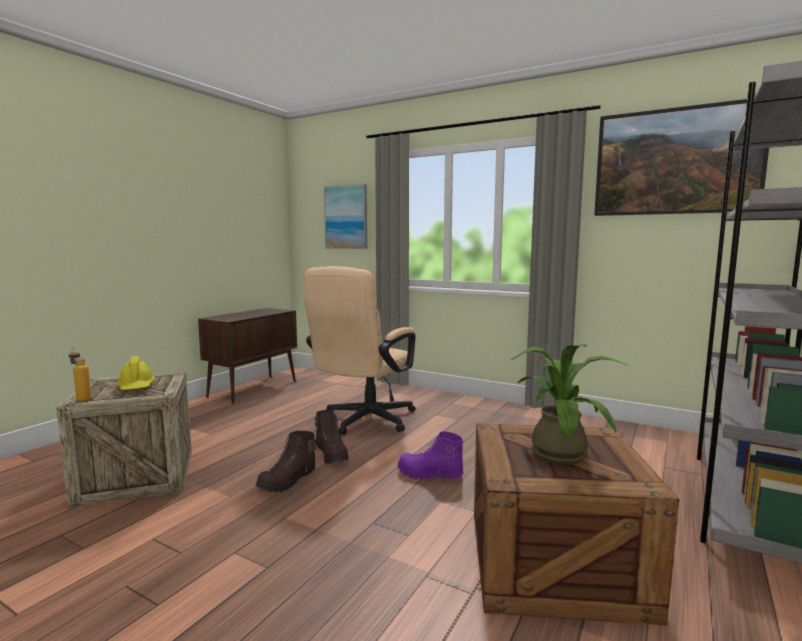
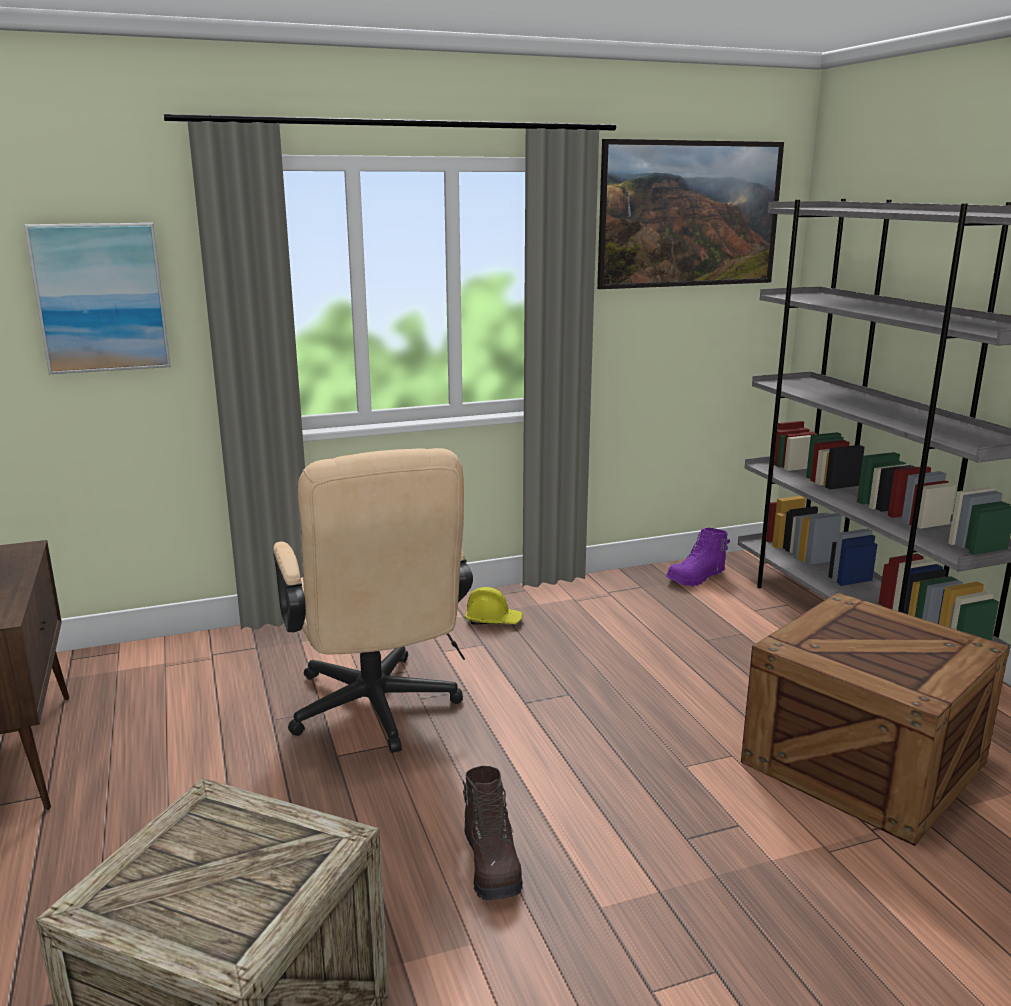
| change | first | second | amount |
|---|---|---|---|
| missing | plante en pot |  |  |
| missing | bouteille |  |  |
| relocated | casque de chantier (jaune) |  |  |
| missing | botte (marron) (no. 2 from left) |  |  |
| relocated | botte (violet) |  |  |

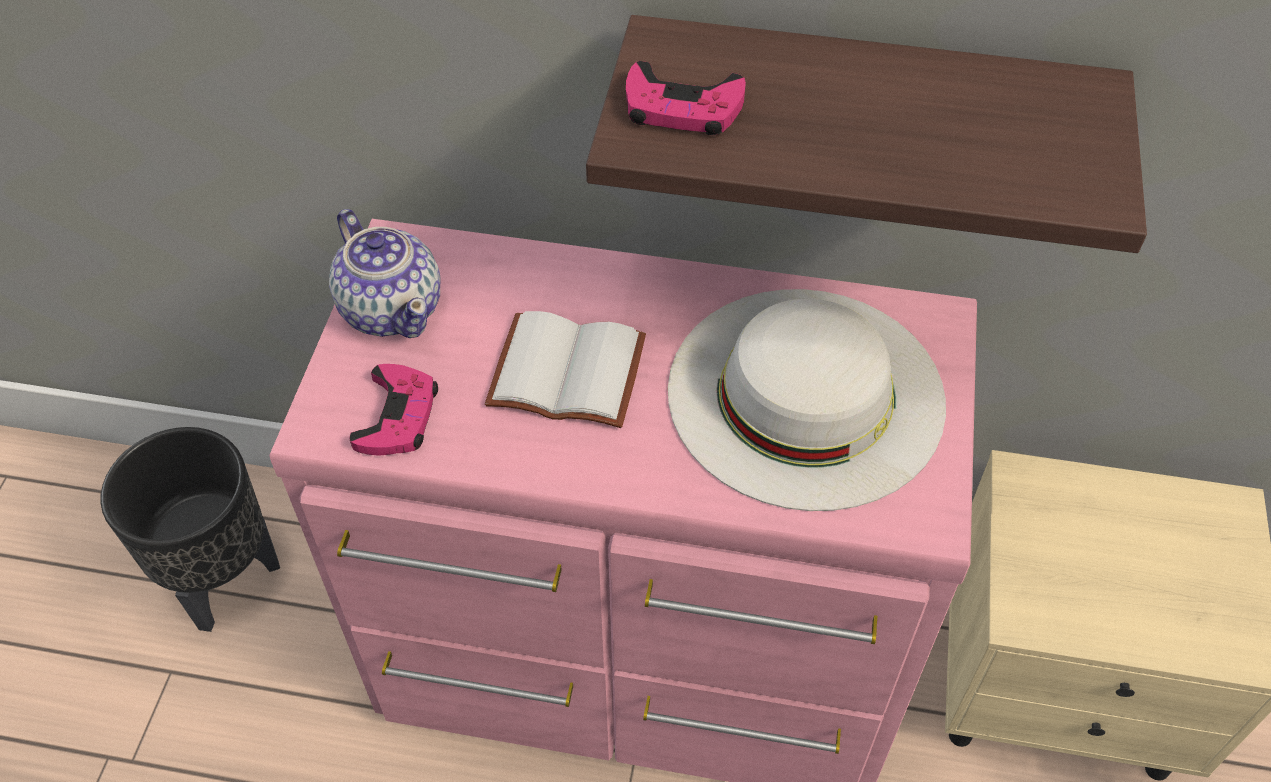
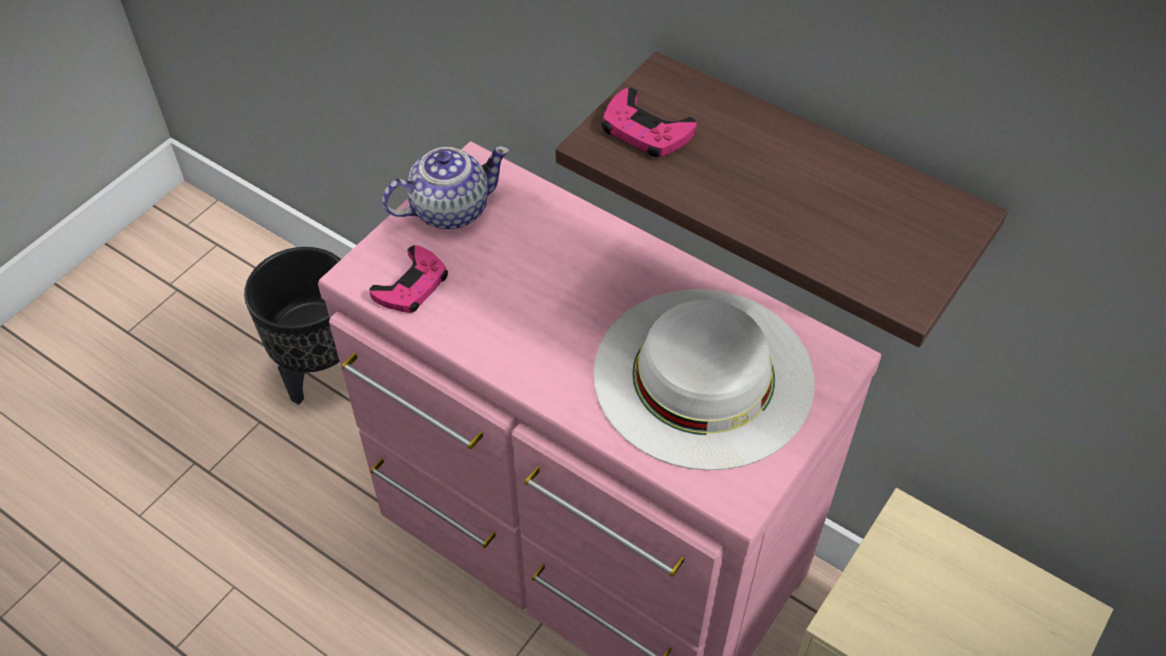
| change | first | second | amount |
|---|---|---|---|
| spun | théière |  | 105 degrees counterclockwise |
| missing | livre (blanc) |  |  |

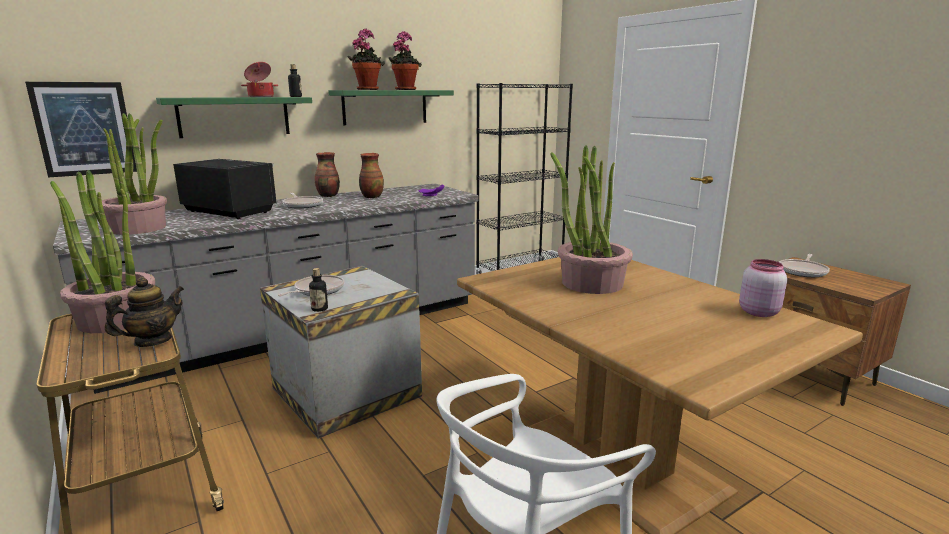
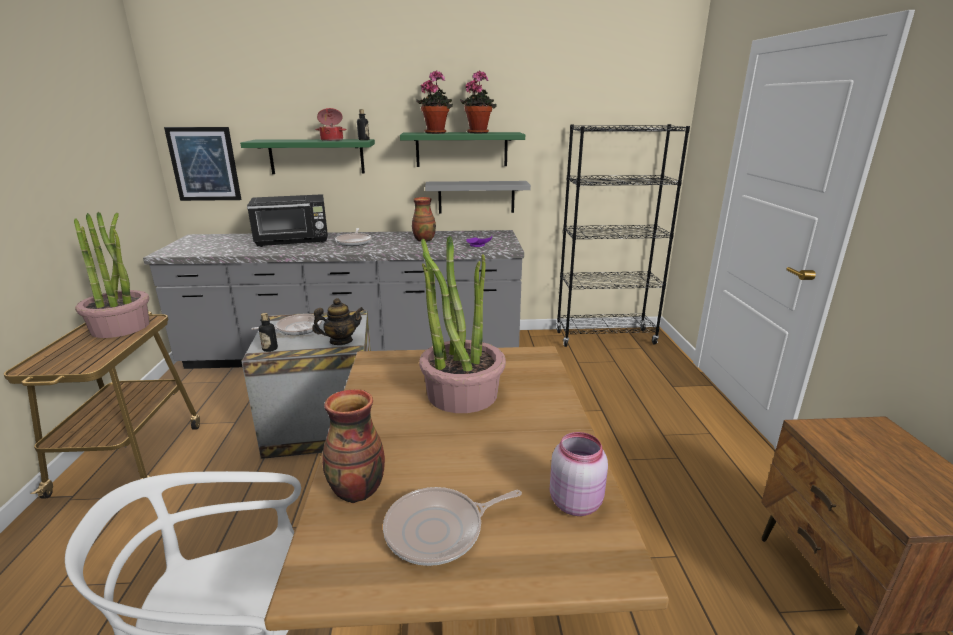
| change | first | second | amount |
|---|---|---|---|
| missing | plante en pot (no. 2 from left) |  |  |
| relocated | vase (no. 1 from left) |  |  |
| spun | micro-ondes (noir) |  | 105 degrees clockwise |
| relocated | poêle (no. 3 from left) |  |  |
| relocated | théière |  |  |
| appeared |  | étagère (gris) |  |

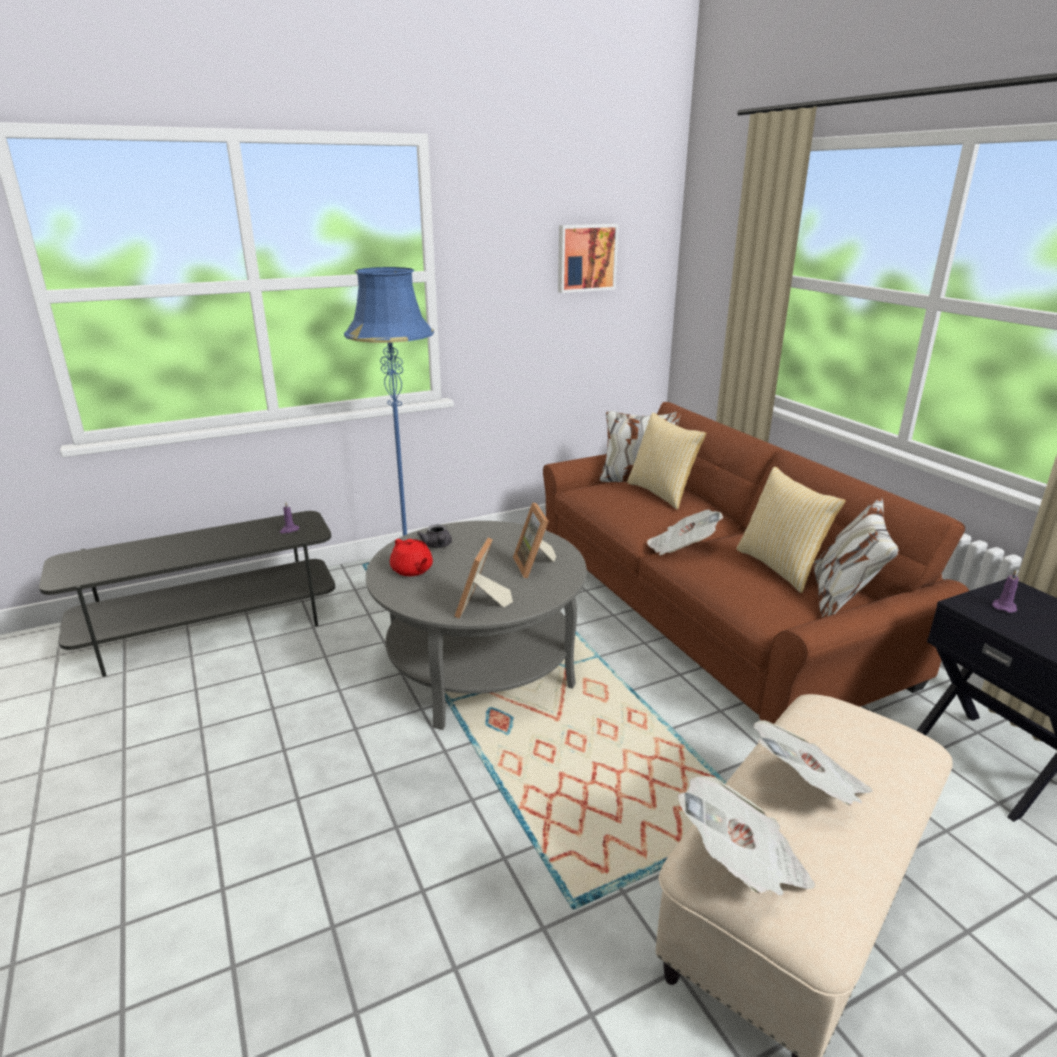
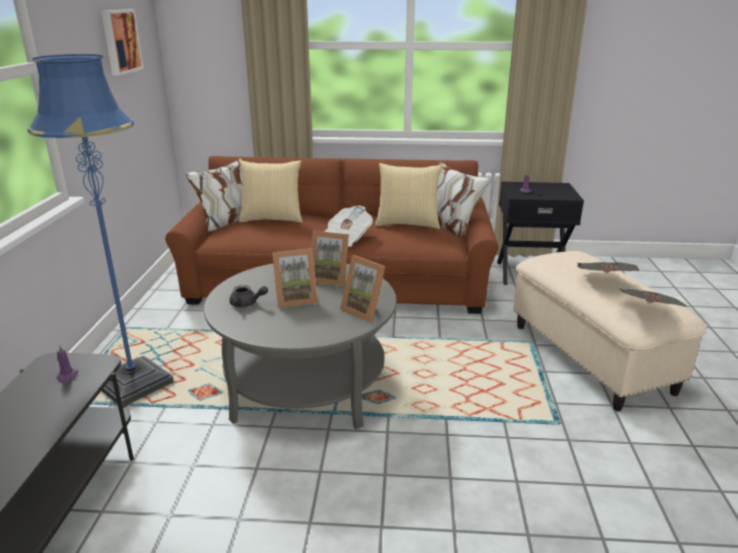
| change | first | second | amount |
|---|---|---|---|
| missing | théière (rouge) |  |  |
| appeared |  | cadre photo (no. 1 from left) |  |

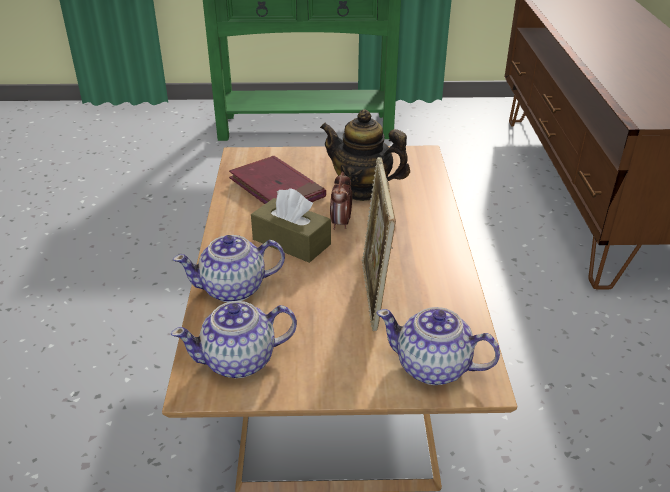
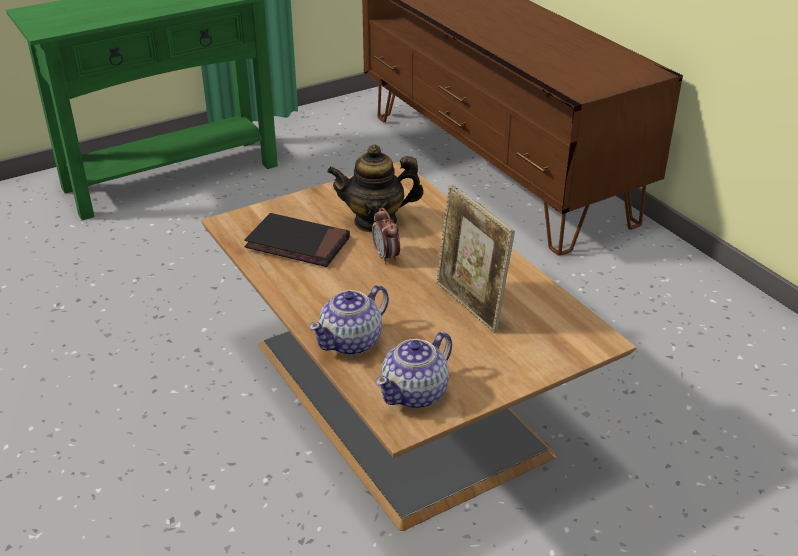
| change | first | second | amount |
|---|---|---|---|
| colour | livre (rouge) | livre (noir) |  |
| missing | boîte à mouchoirs (marron) |  |  |
| missing | théière (no. 4 from left) |  |  |

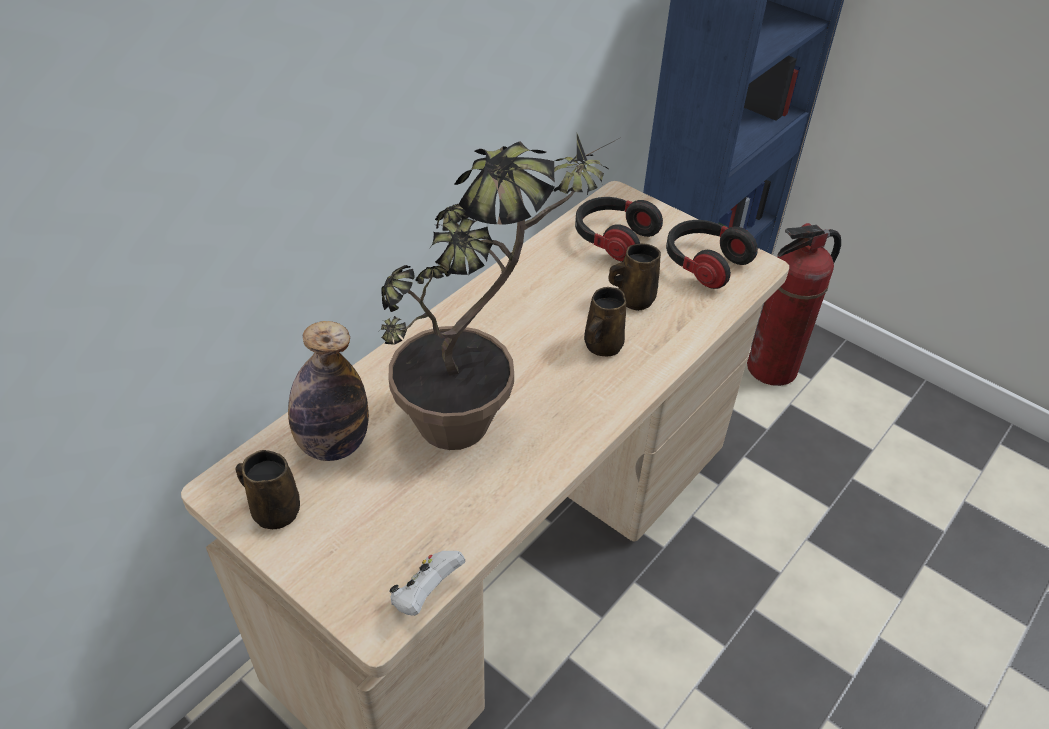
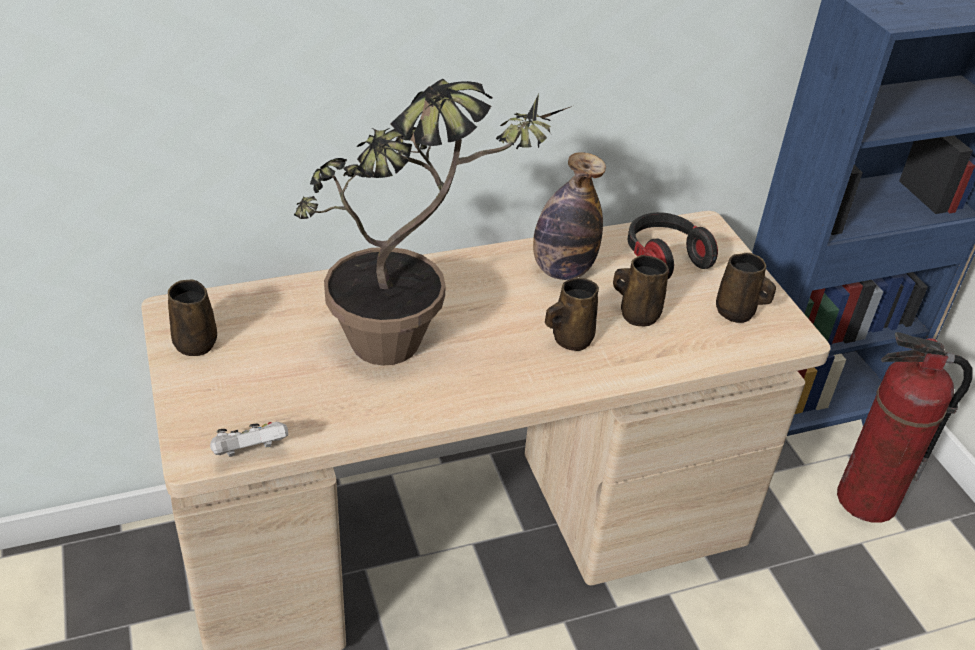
| change | first | second | amount |
|---|---|---|---|
| exchanged | casque audio (no. 2 from left) | mug (marron) (no. 4 from left) |  |
| relocated | bouteille |  |  |

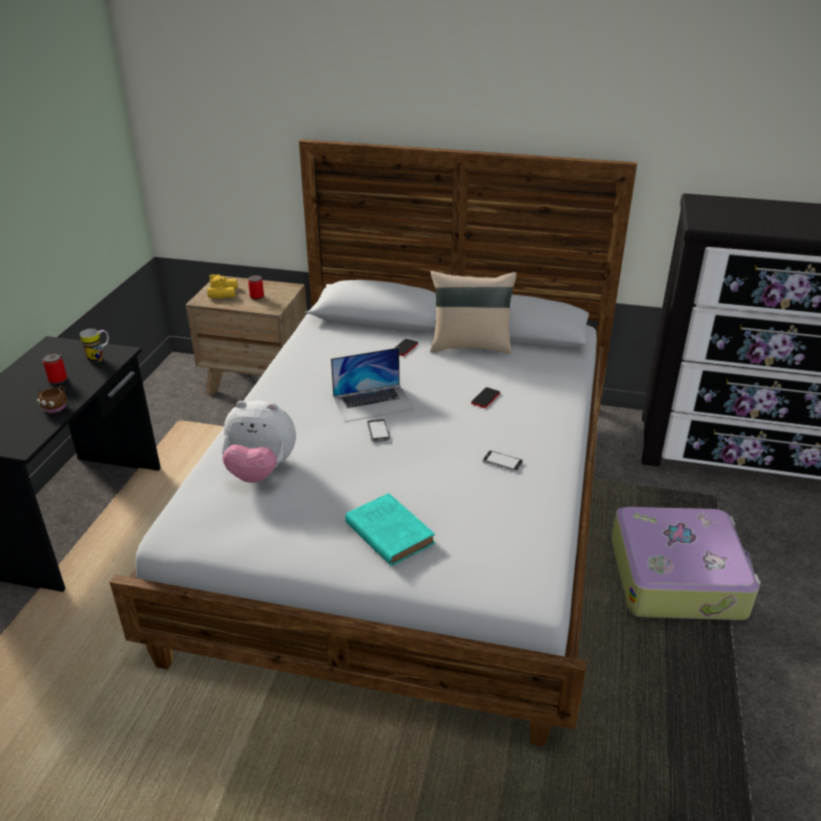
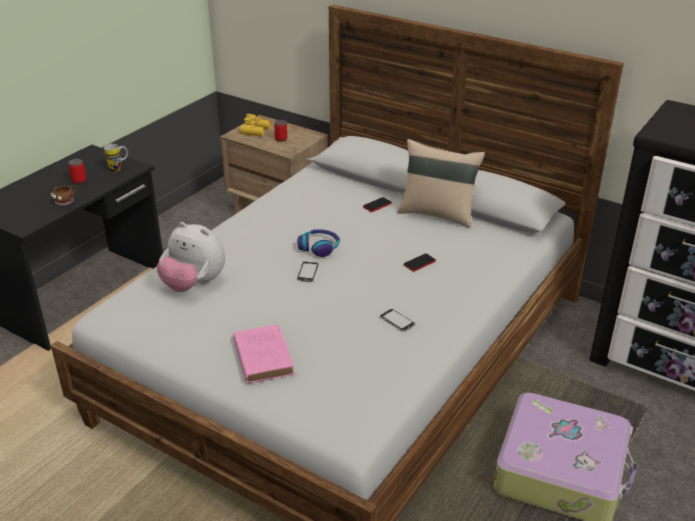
| change | first | second | amount |
|---|---|---|---|
| exchanged | ordinateur portable | casque audio |  |
| colour | livre (turquoise) | livre (rose) |  |

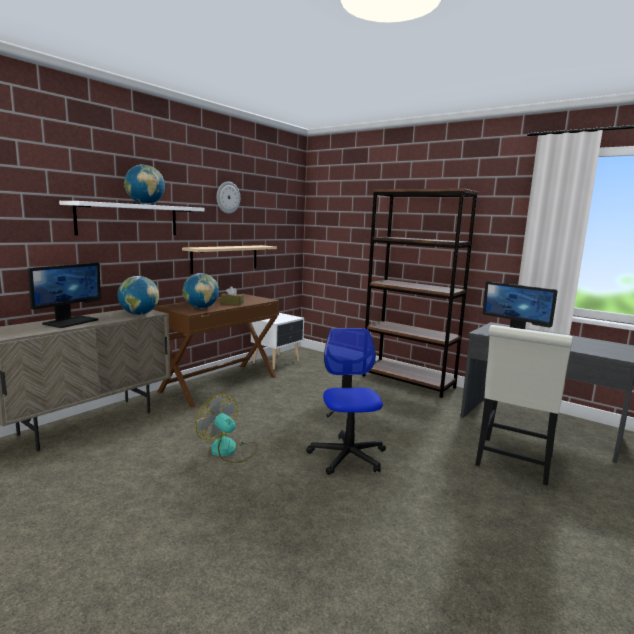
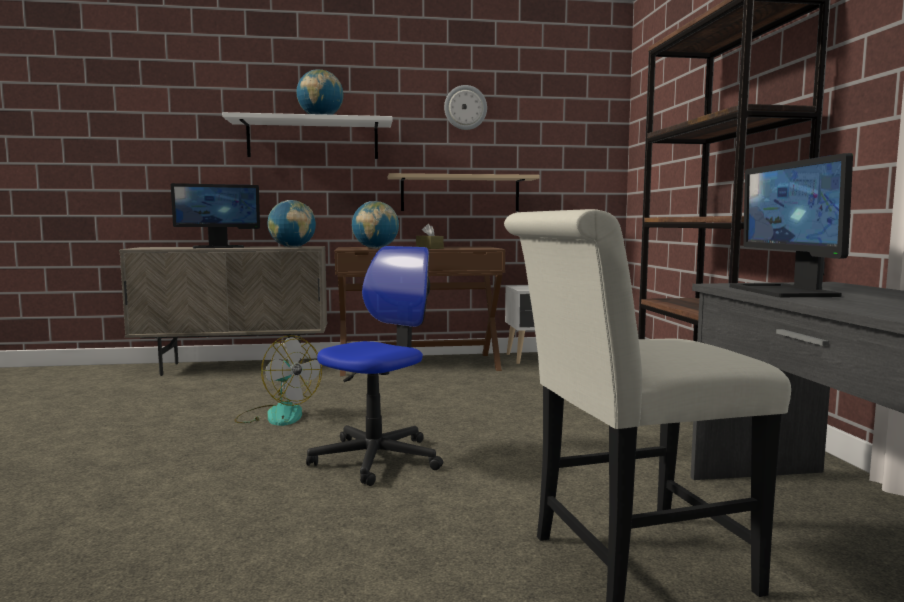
| change | first | second | amount |
|---|---|---|---|
| spun | ventilateur |  | 135 degrees clockwise |

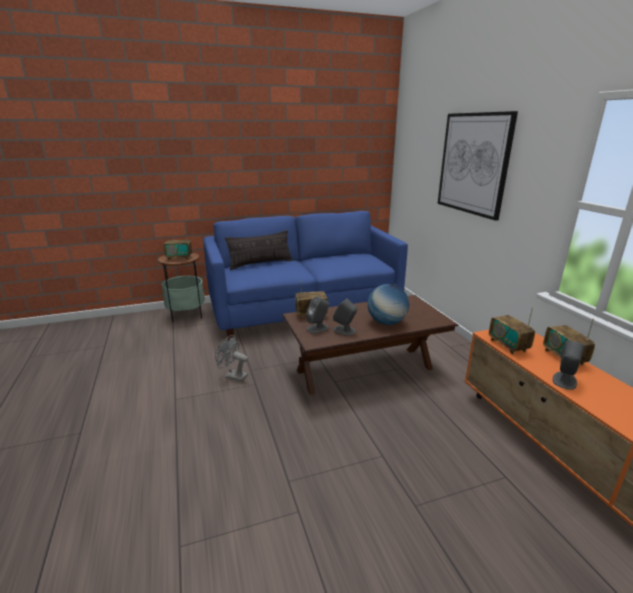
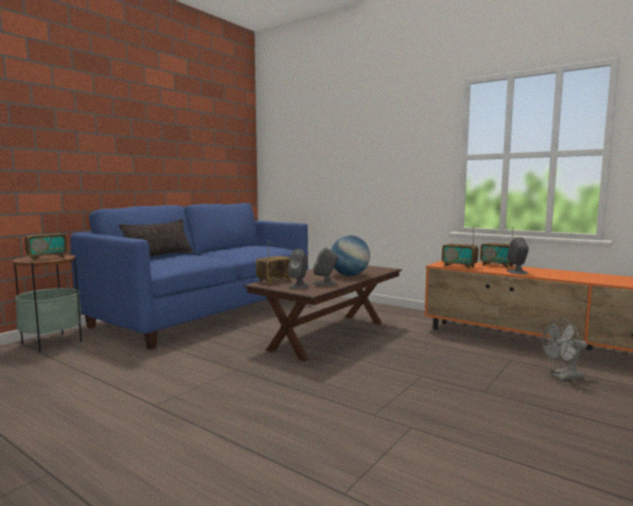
| change | first | second | amount |
|---|---|---|---|
| missing | tableau |  |  |
| relocated | ventilateur (gris) |  |  |

